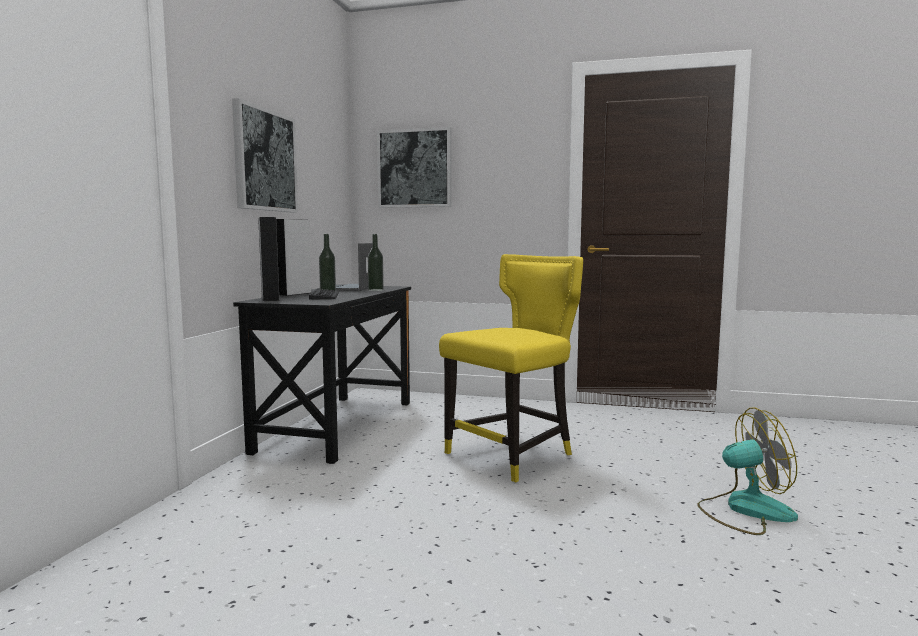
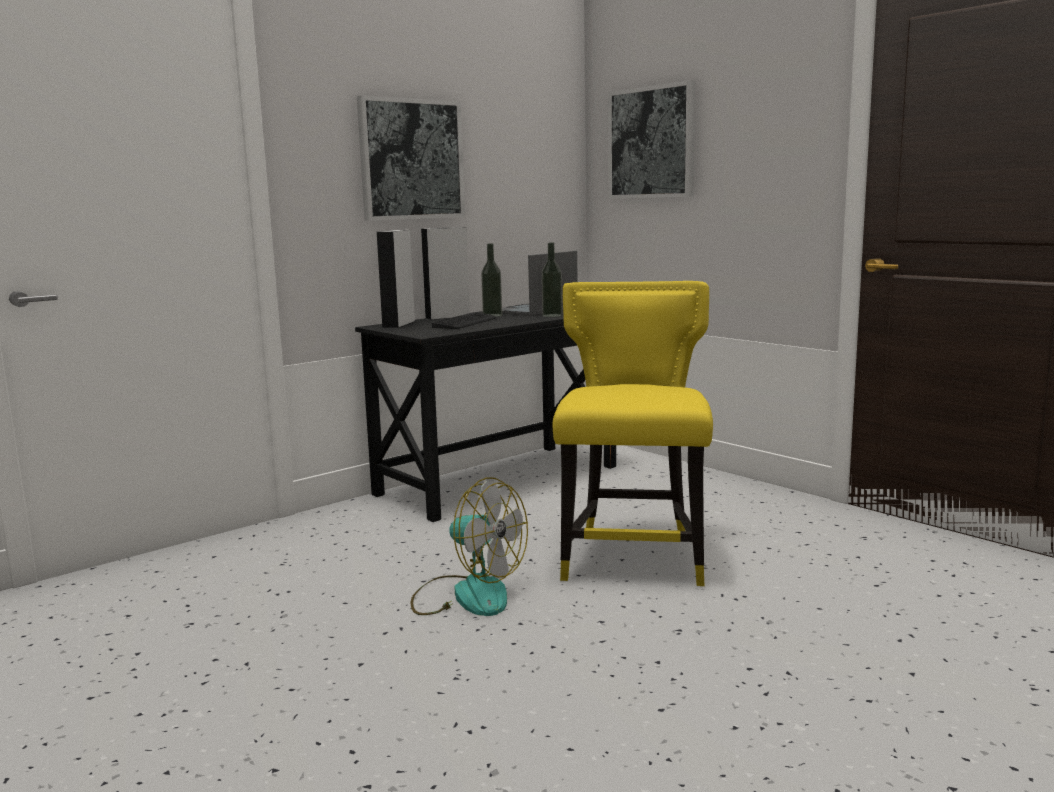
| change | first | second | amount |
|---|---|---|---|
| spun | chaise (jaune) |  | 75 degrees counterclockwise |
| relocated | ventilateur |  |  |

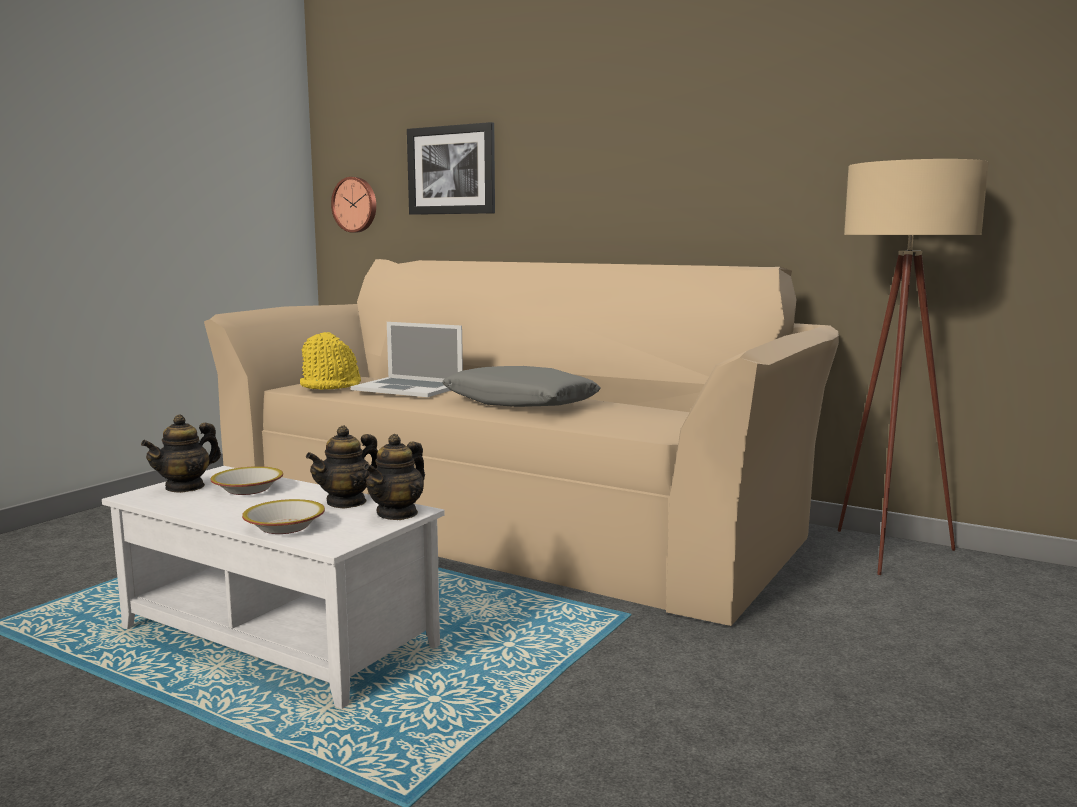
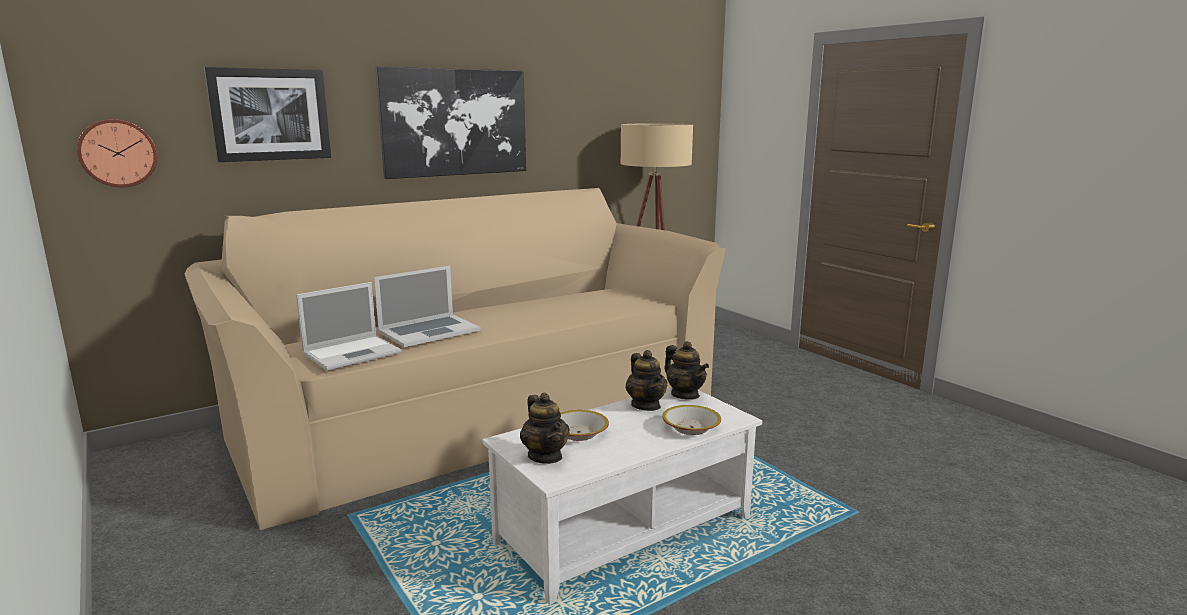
| change | first | second | amount |
|---|---|---|---|
| exchanged | chapeau (jaune) | ordinateur portable (no. 1 from left) |  |
| missing | coussin (gris) |  |  |
| appeared |  | tableau (no. 2 from left) |  |

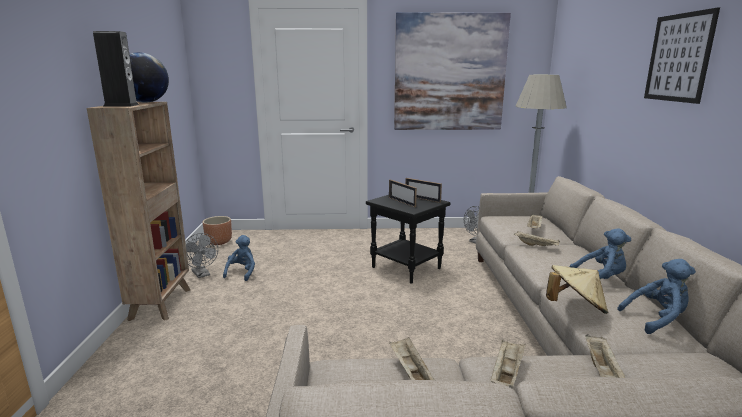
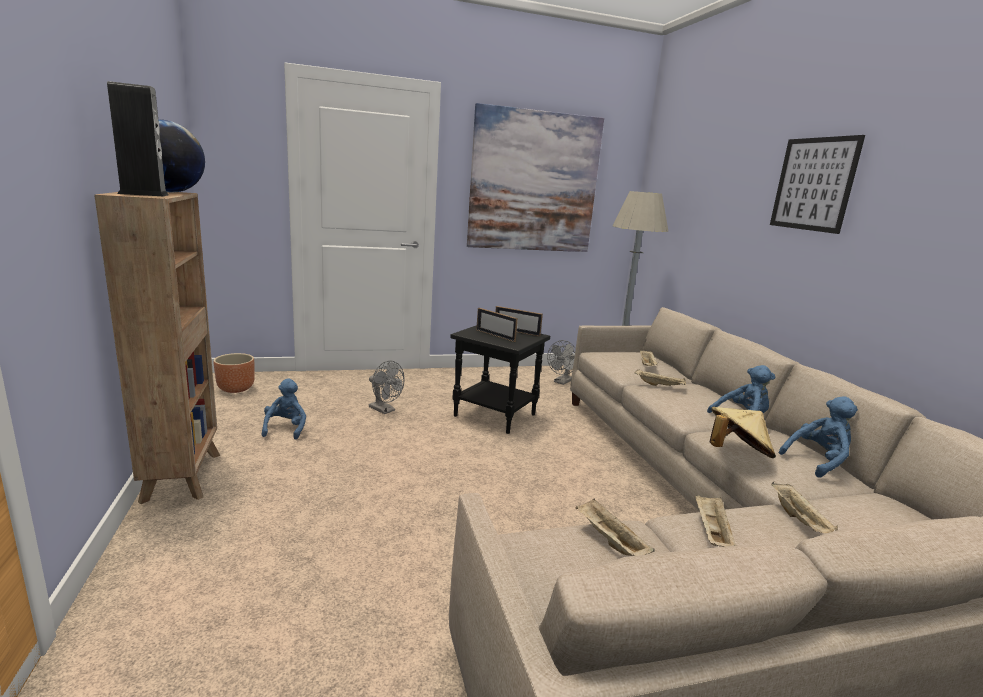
| change | first | second | amount |
|---|---|---|---|
| relocated | ventilateur (gris) (no. 1 from left) |  |  |

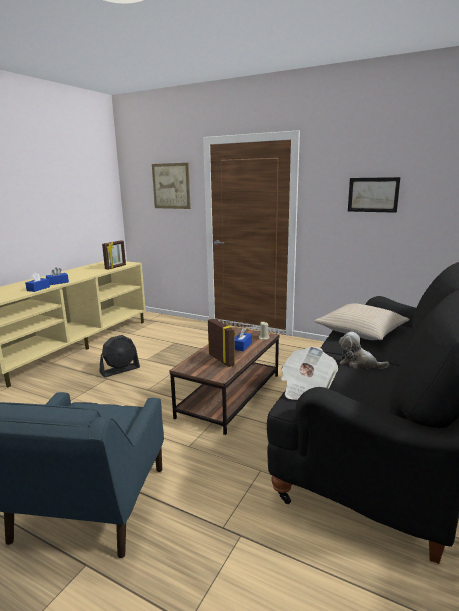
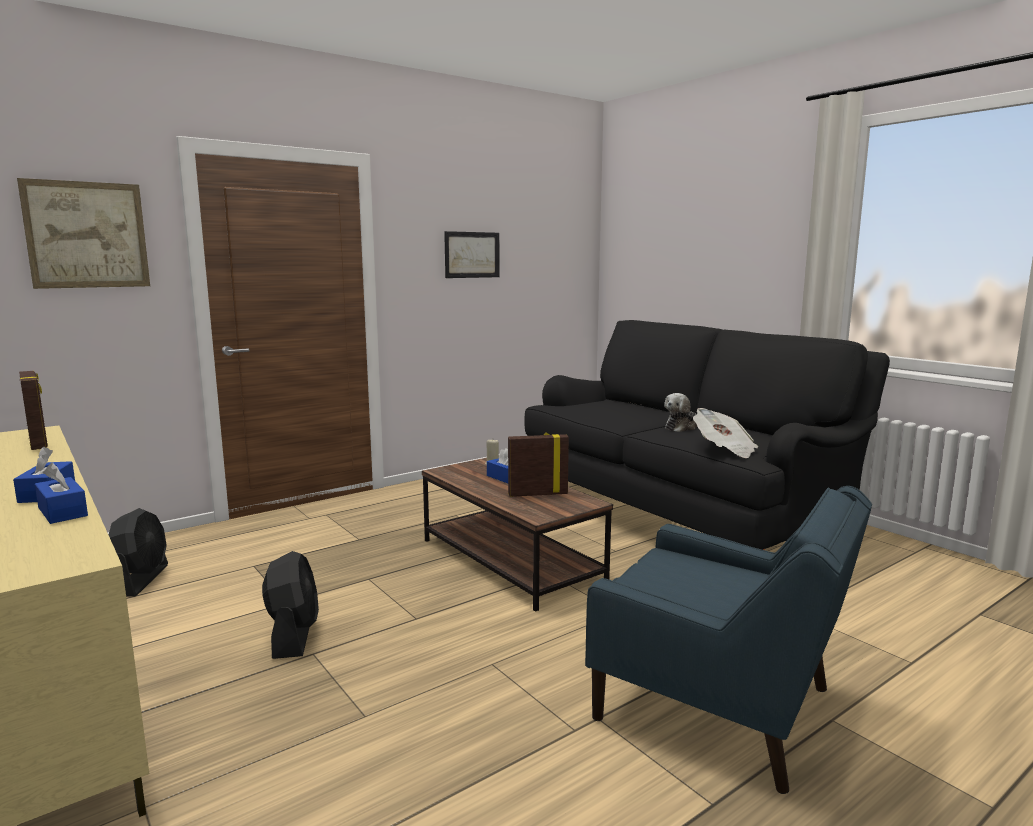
| change | first | second | amount |
|---|---|---|---|
| missing | coussin (beige) |  |  |
| appeared |  | ventilateur (noir) (no. 1 from left) |  |

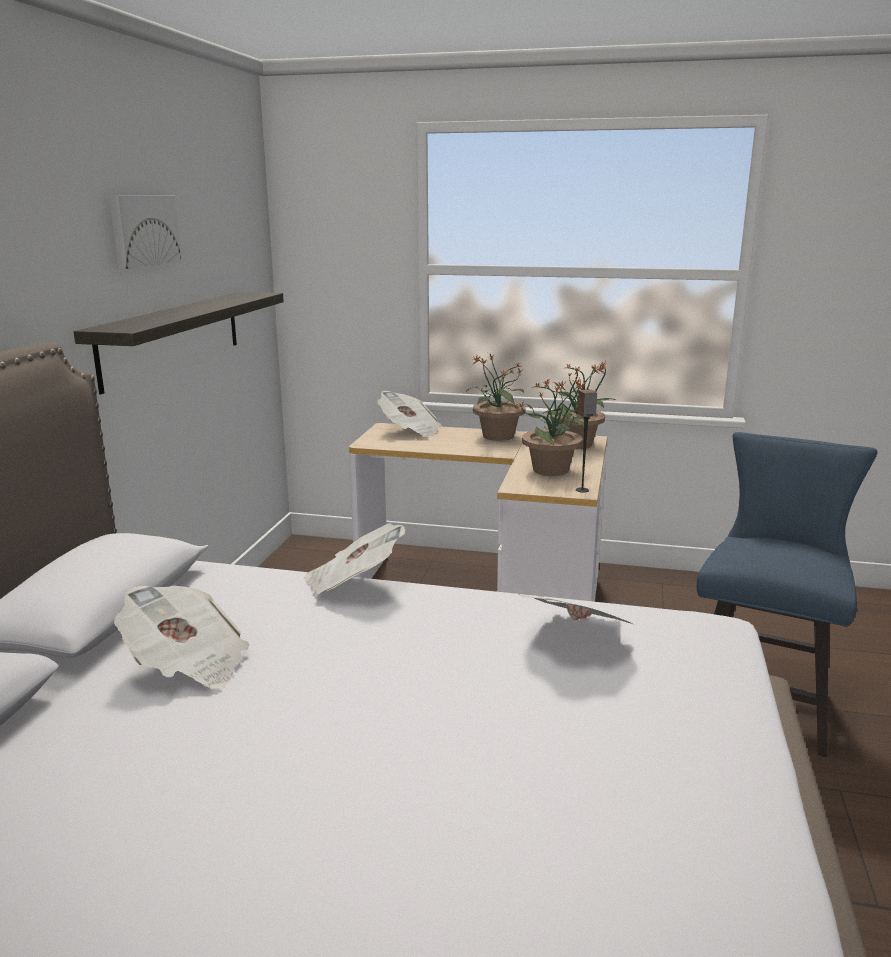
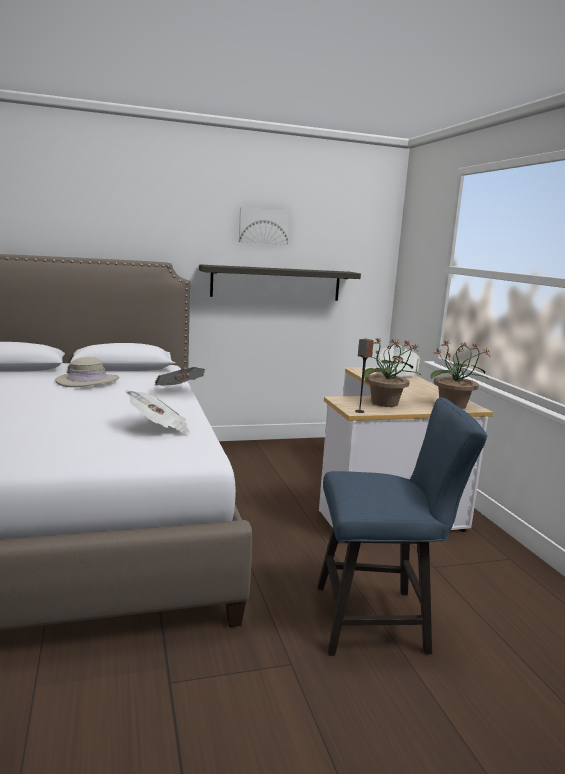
| change | first | second | amount |
|---|---|---|---|
| missing | plante en pot (no. 1 from left) |  |  |
| exchanged | journal (no. 1 from left) | chapeau (beige) |  |

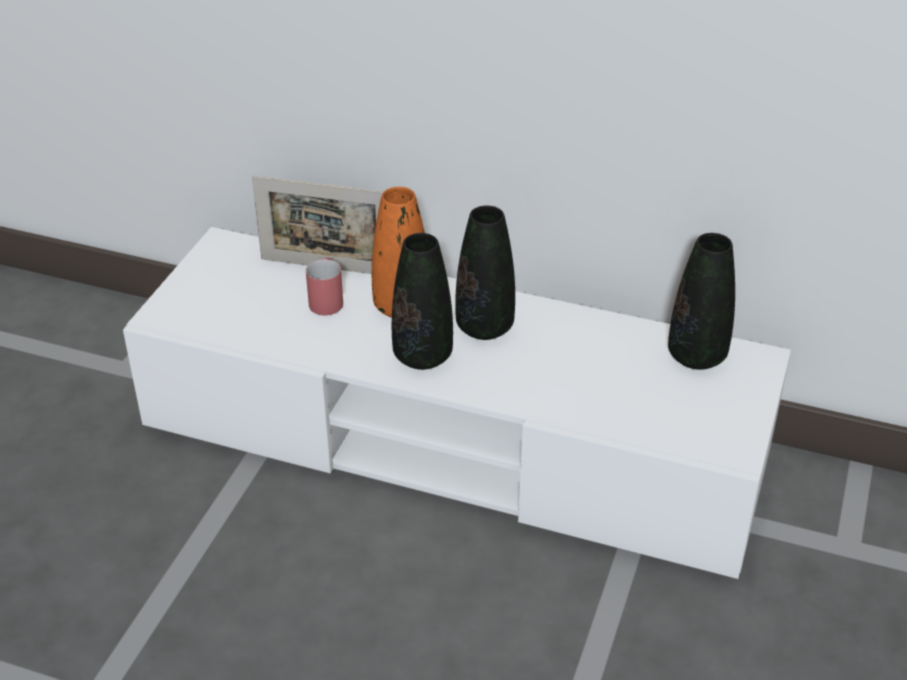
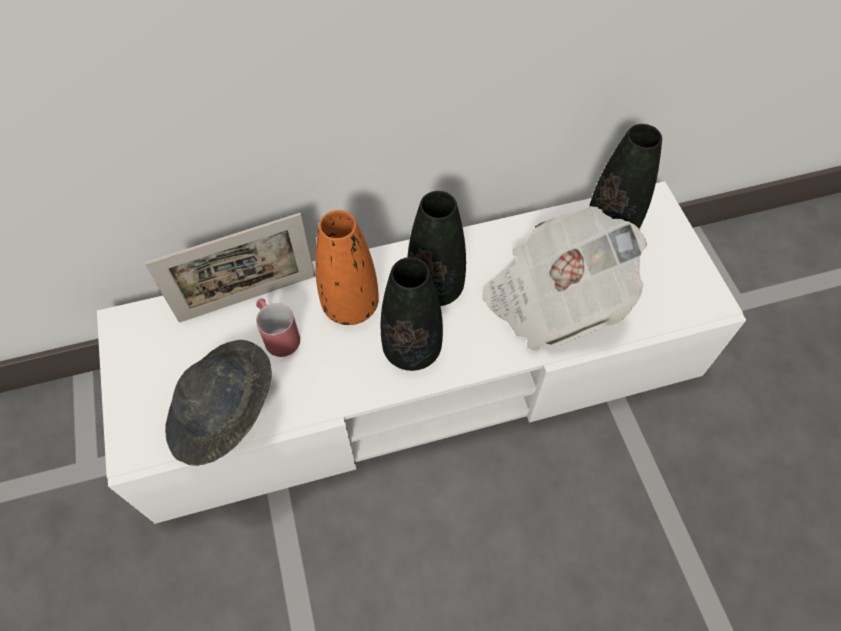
| change | first | second | amount |
|---|---|---|---|
| appeared |  | journal |  |
| appeared |  | chapeau (gris) |  |

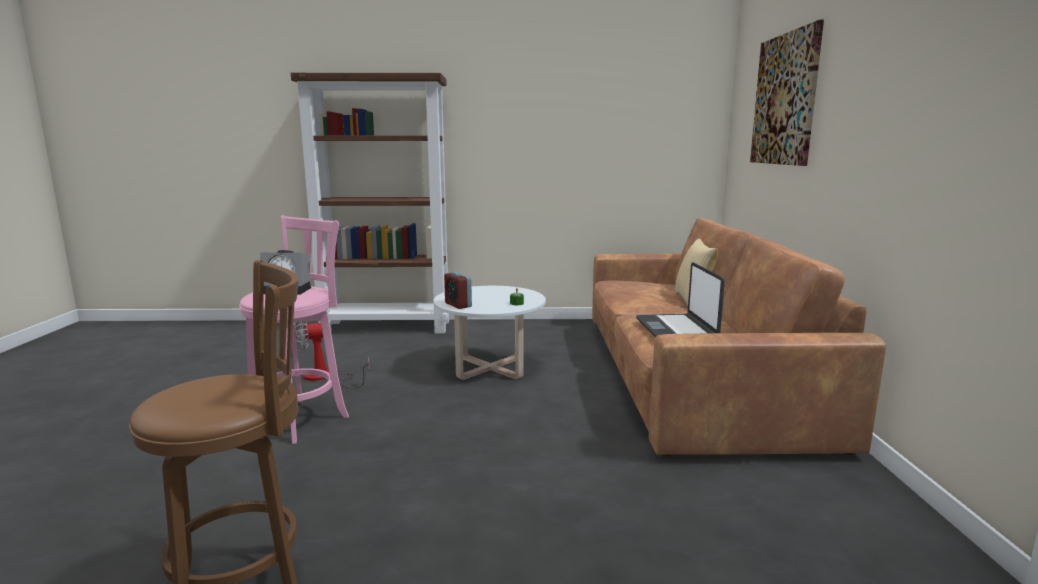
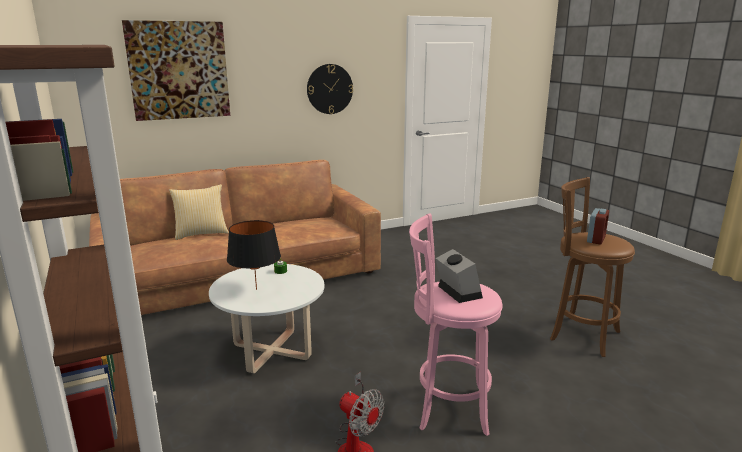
| change | first | second | amount |
|---|---|---|---|
| missing | ordinateur portable |  |  |
| relocated | réveil (no. 2 from left) |  |  |
| appeared |  | horloge murale |  |
| appeared |  | lampe de table (noir) |  |

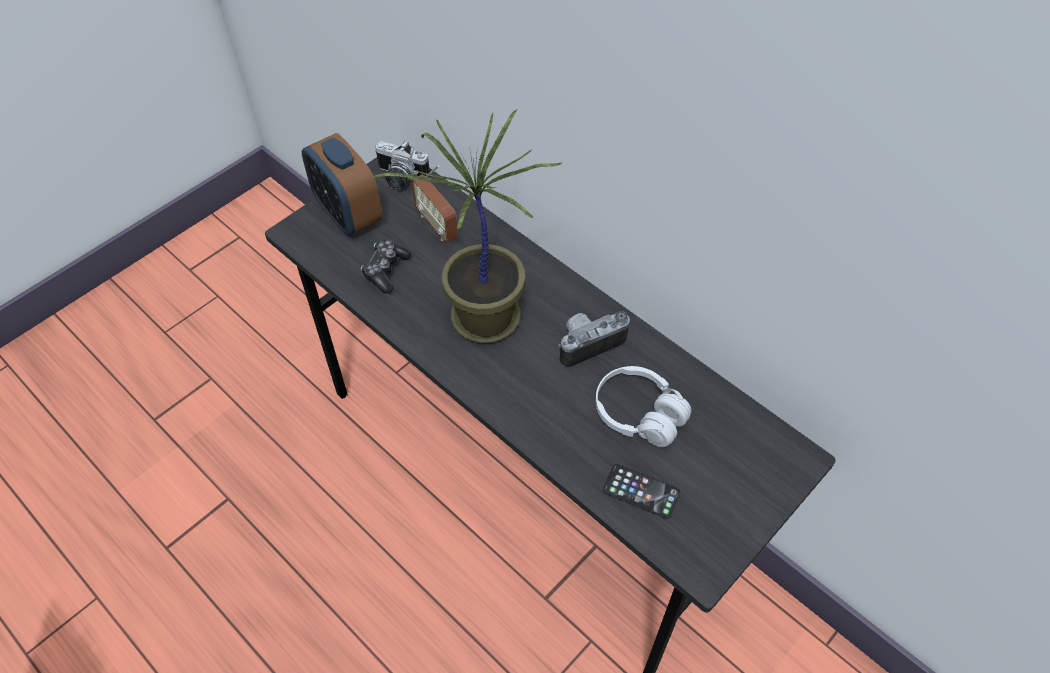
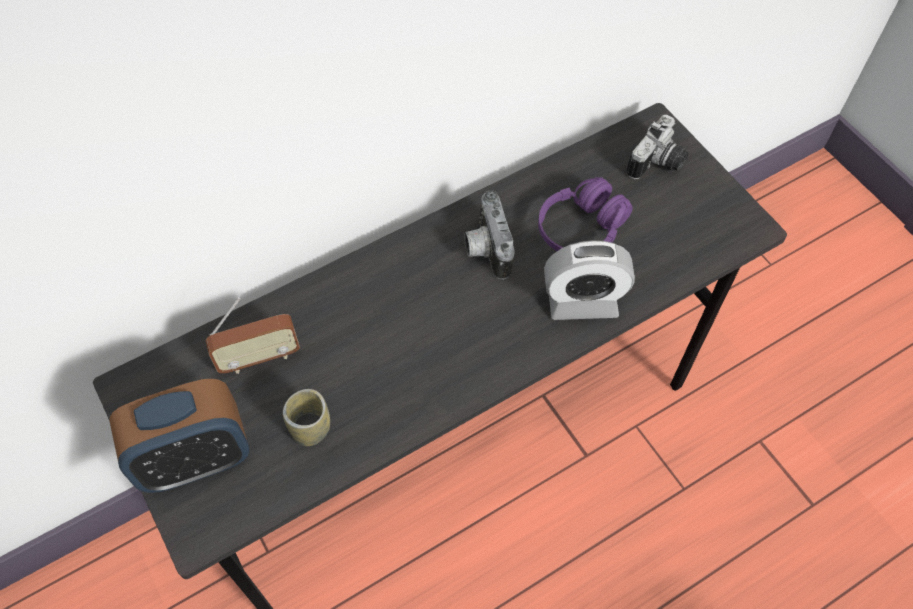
| change | first | second | amount |
|---|---|---|---|
| missing | plante en pot |  |  |
| relocated | appareil photo (no. 1 from left in the first image) | appareil photo (no. 2 from left) |  |
| exchanged | manette | tasse |  |
| colour | casque audio (blanc) | casque audio (violet) |  |
| missing | téléphone |  |  |
| appeared |  | réveil (no. 2 from left) |  |

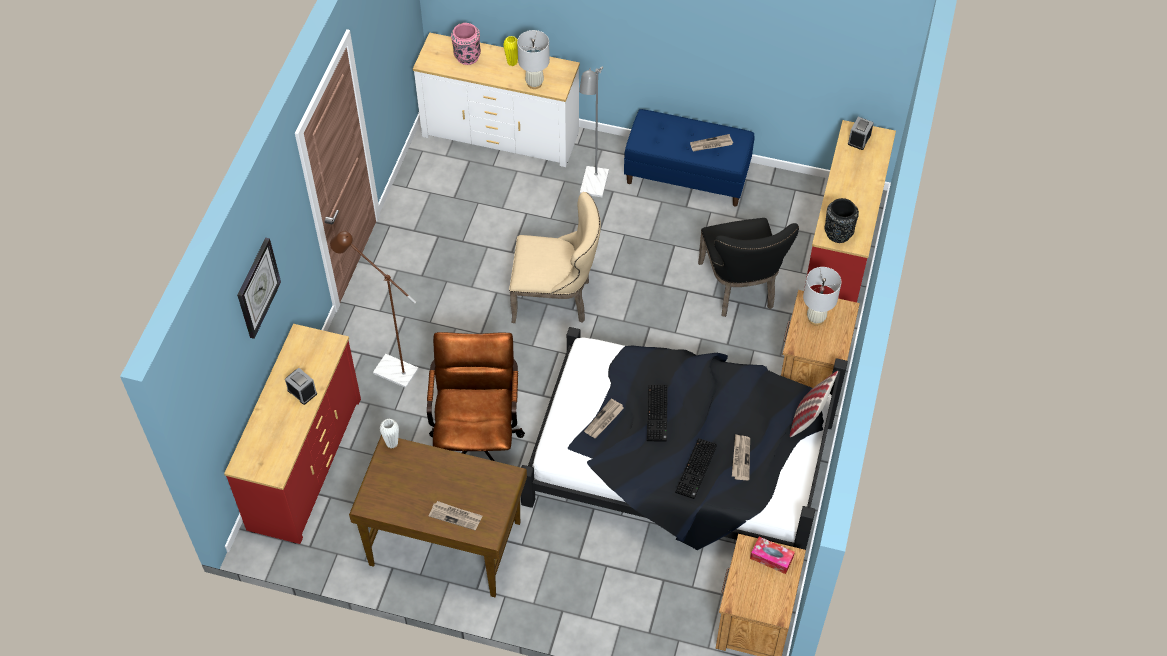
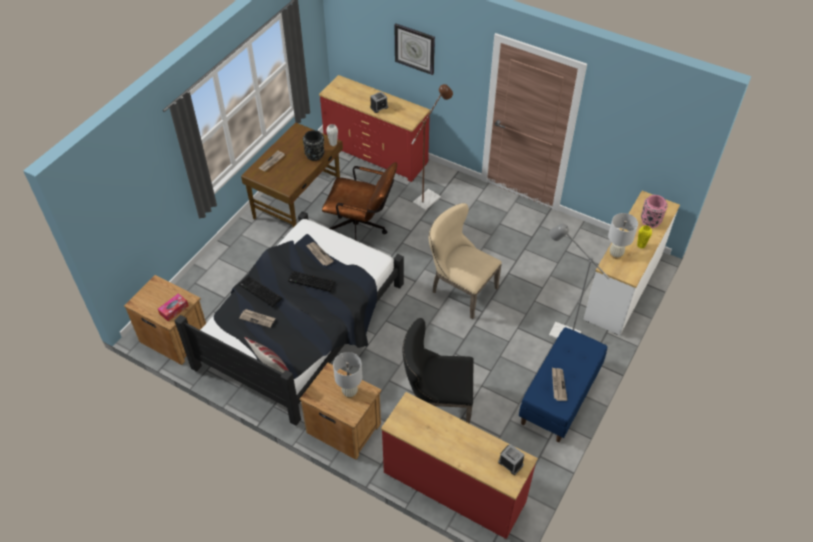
| change | first | second | amount |
|---|---|---|---|
| spun | chaise (beige) |  | 105 degrees clockwise |
| relocated | vase (noir) |  |  |

